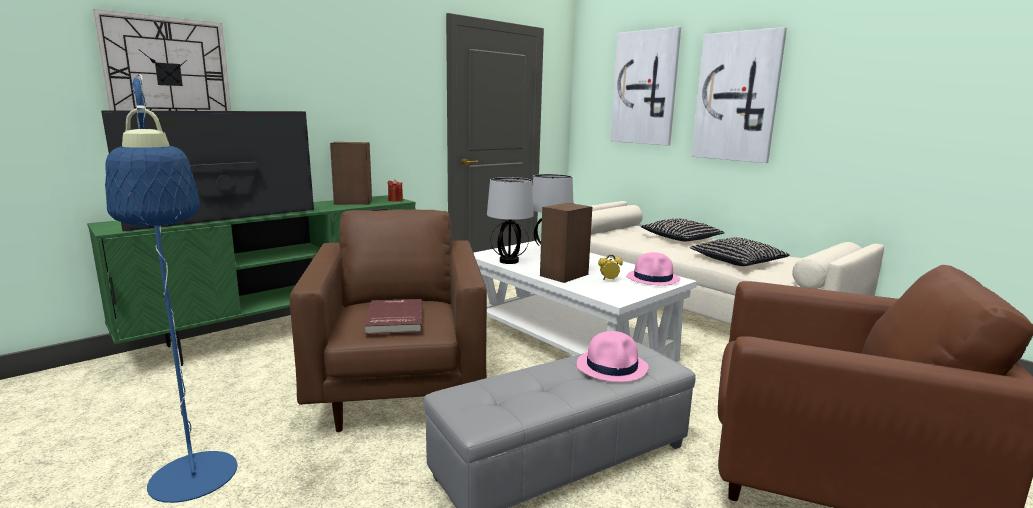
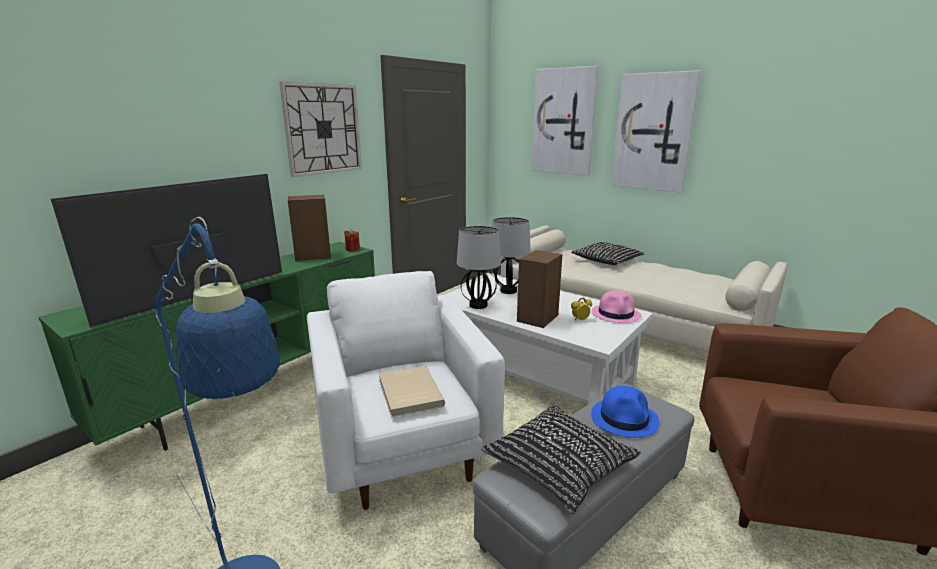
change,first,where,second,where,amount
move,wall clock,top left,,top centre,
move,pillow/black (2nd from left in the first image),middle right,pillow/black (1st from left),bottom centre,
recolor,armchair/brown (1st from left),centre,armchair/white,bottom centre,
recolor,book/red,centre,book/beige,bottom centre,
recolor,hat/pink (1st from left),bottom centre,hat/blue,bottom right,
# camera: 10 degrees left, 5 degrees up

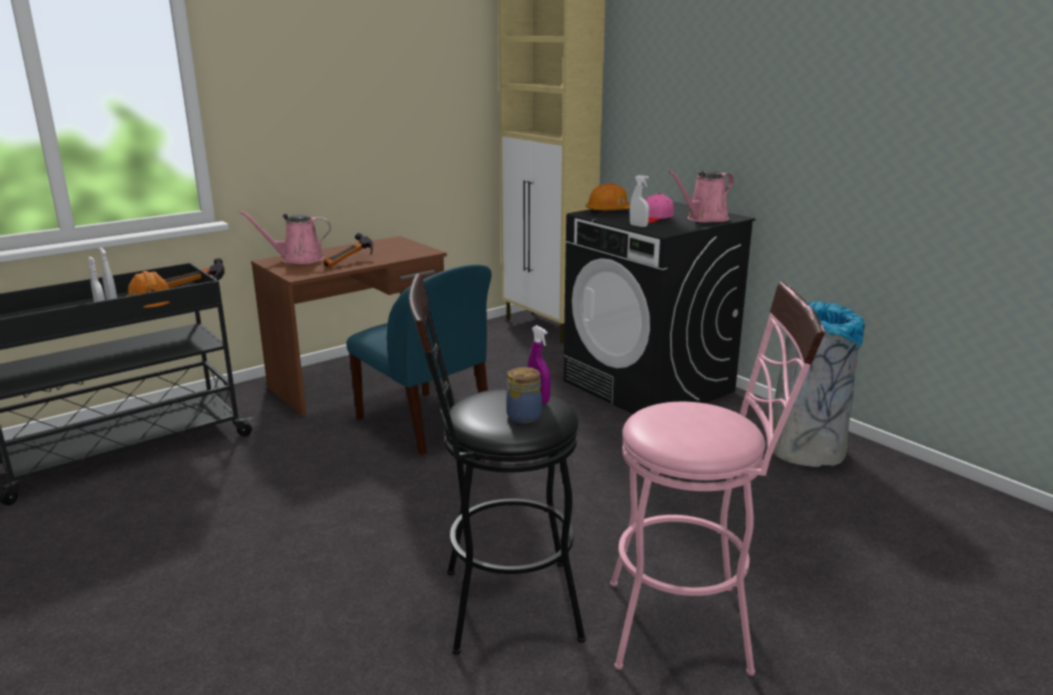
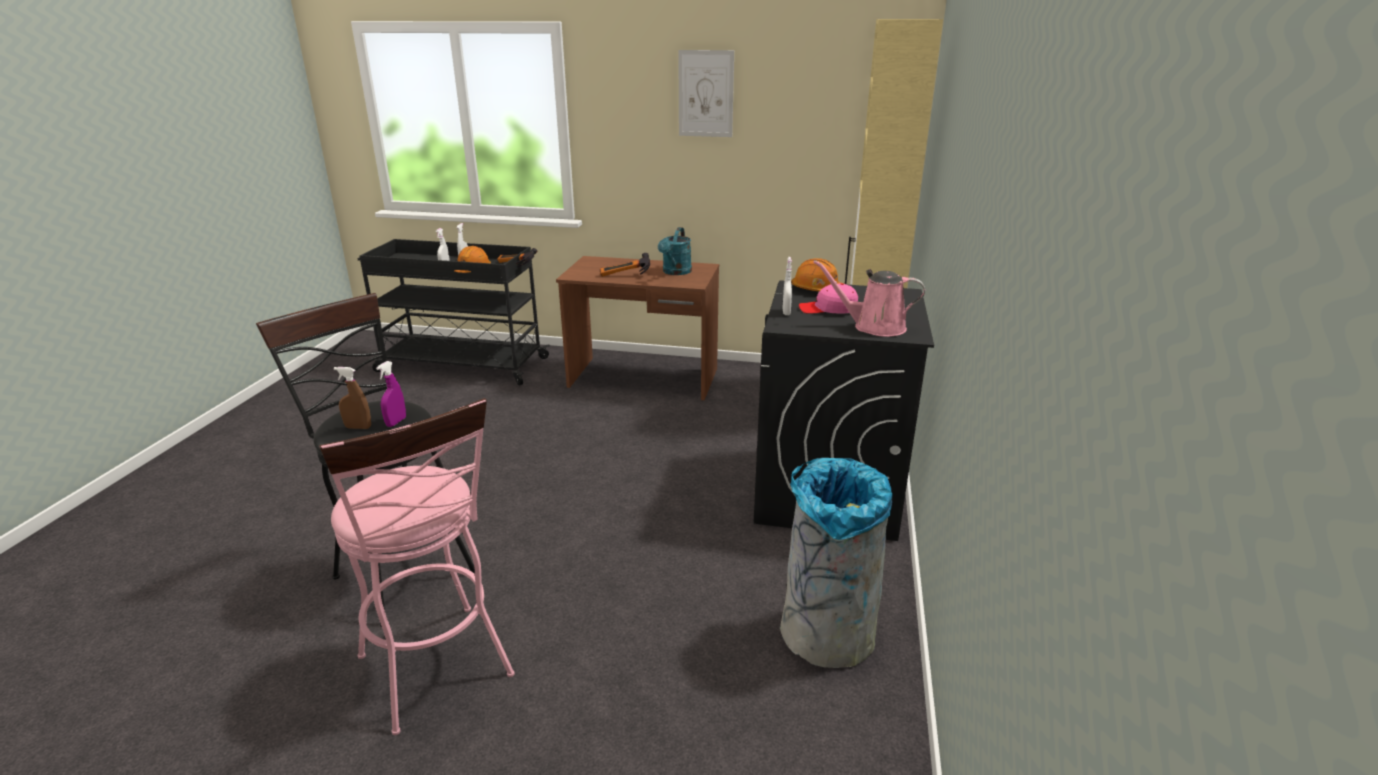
change,first,where,second,where,amount
delete,watering can/pink (1st from left),middle left,,,
delete,chair/blue,centre,,,
insert,,,watering can/turquoise,top centre,
insert,,,picture,top centre,
replace,jar,centre,spray bottle/brown,middle left,
# camera: 50 degrees right, 5 degrees up

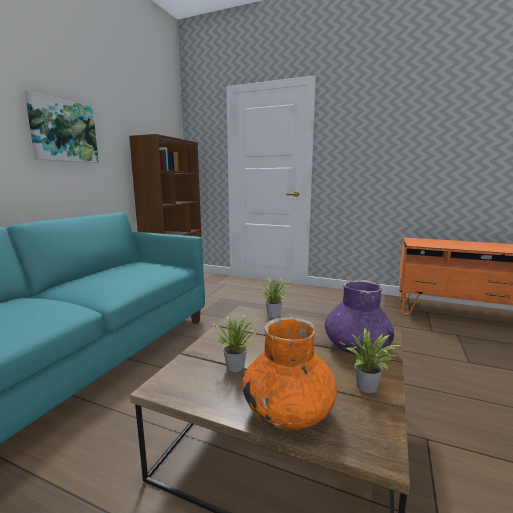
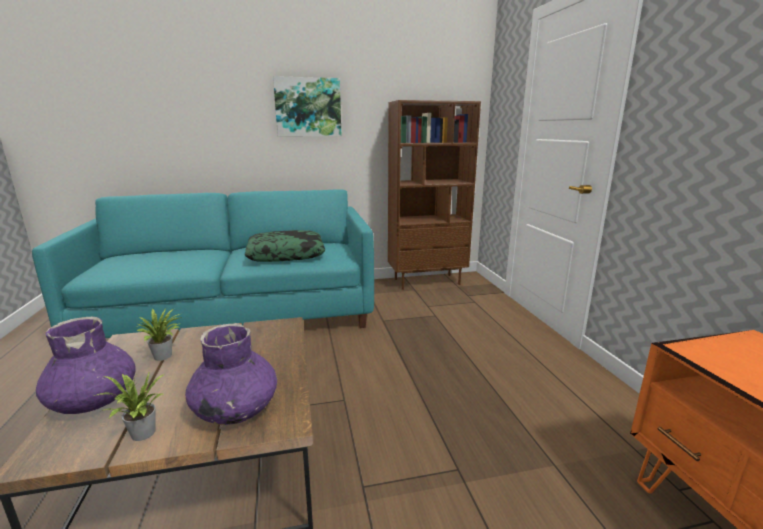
change,first,where,second,where,amount
delete,potted plant (2nd from left),centre,,,
insert,,,pillow,centre,
recolor,vase/orange,bottom centre,vase/purple (1st from left),bottom left,
# camera: 55 degrees right, 5 degrees up

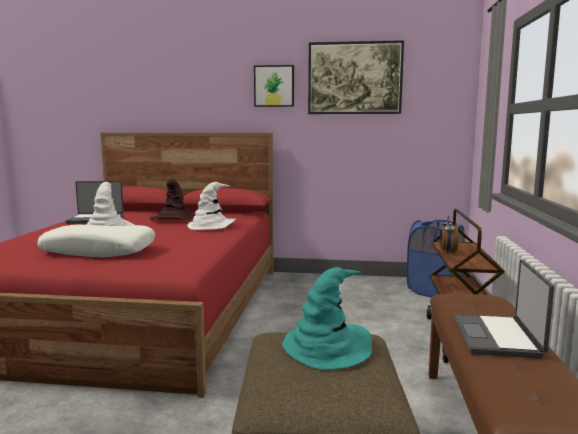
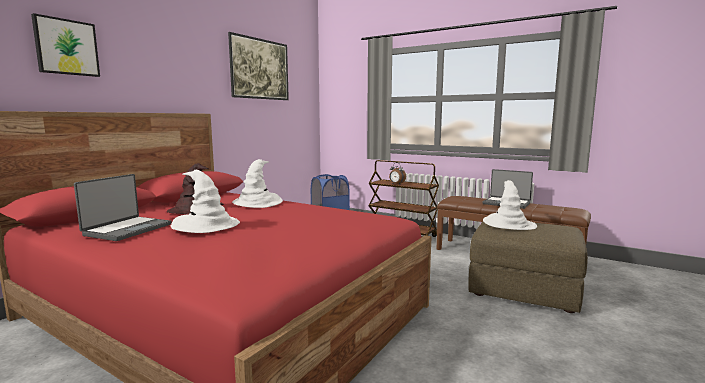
change,first,where,second,where,amount
delete,pillow/white,middle left,,,
move,picture (1st from left),top centre,,top left,
recolor,hat/turquoise,bottom centre,hat/white (3rd from left),middle right,
# camera: 65 degrees left, 0 degrees up

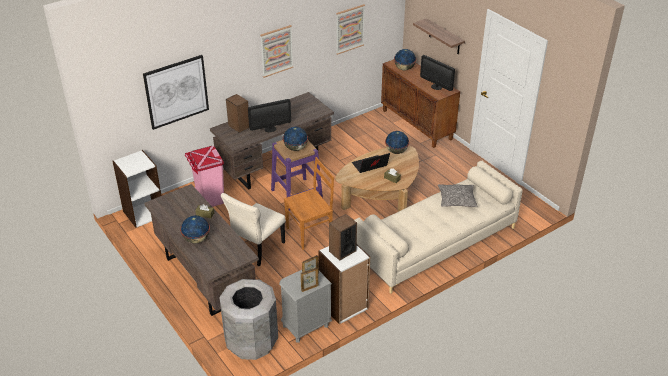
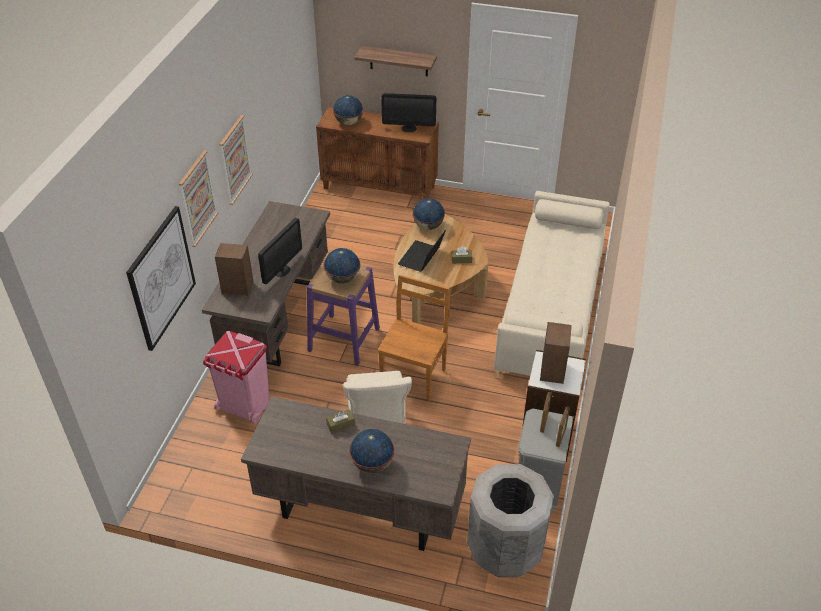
change,first,where,second,where,amount
delete,bookcase/white (1st from left),middle left,,,
delete,pillow,middle right,,,
move,picture (3rd from left in the first image),top centre,picture (2nd from left),top left,
# camera: 40 degrees left, 5 degrees up

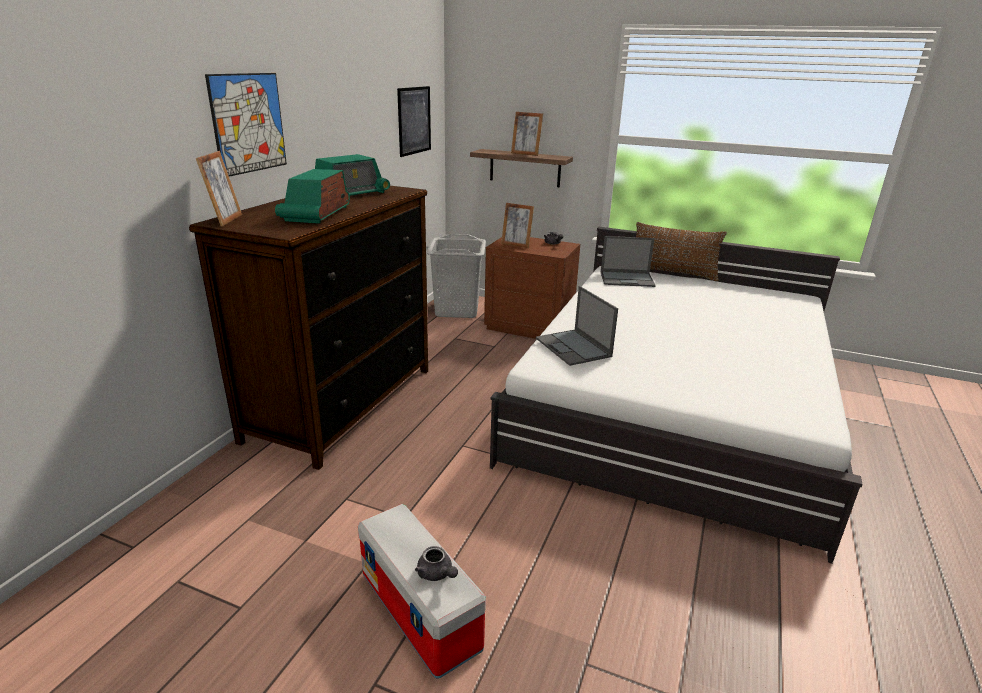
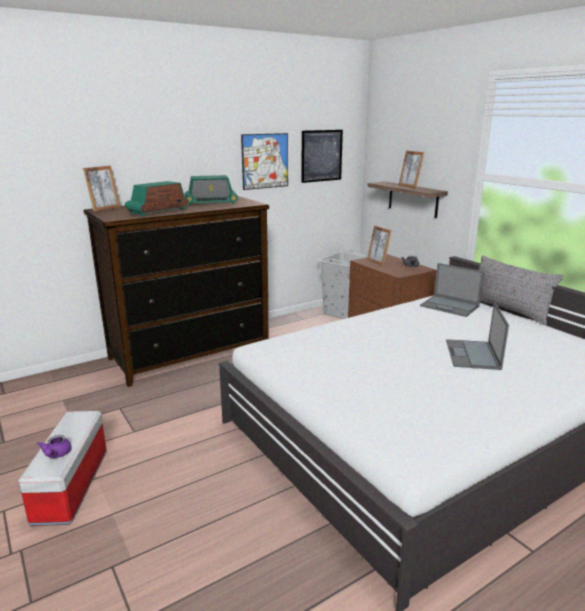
change,first,where,second,where,amount
move,picture (1st from left),top left,,top centre,
move,laptop (1st from left in the first image),centre,laptop (2nd from left),middle right,
recolor,teapot/grey (1st from left),bottom centre,teapot/purple,bottom left,
recolor,pillow/brown,middle right,pillow/grey,middle right,
# camera: 35 degrees right, 5 degrees down

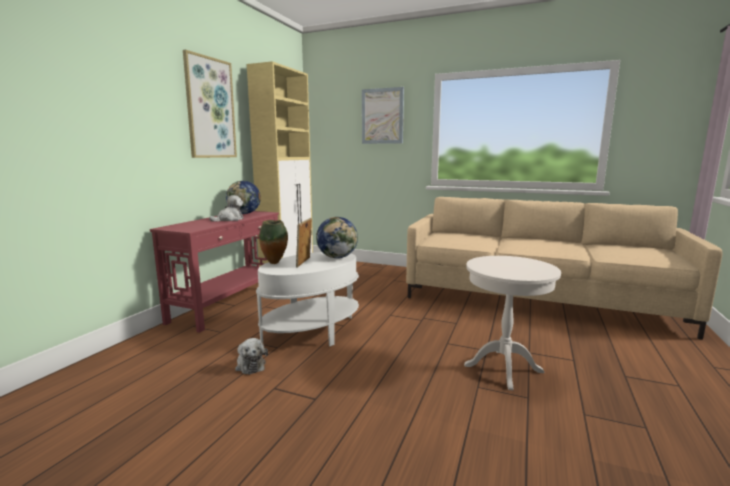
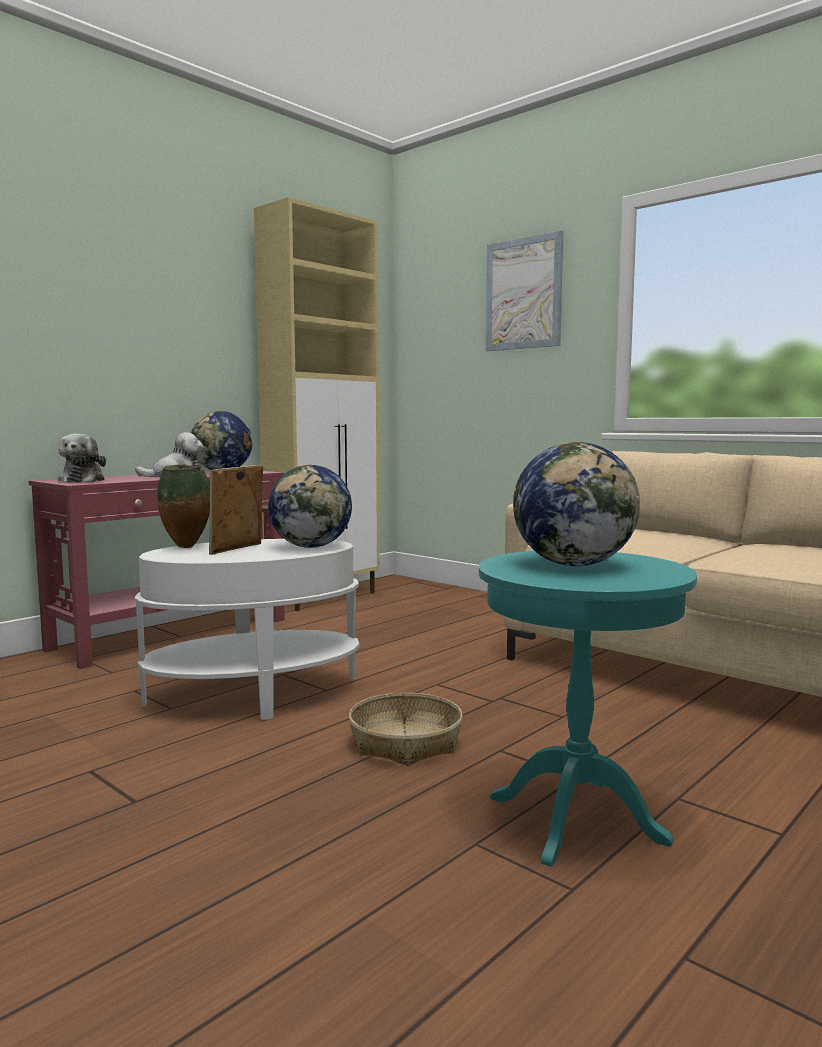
change,first,where,second,where,amount
delete,picture (1st from left),top left,,,
insert,,,basket,bottom centre,
insert,,,globe (3rd from left),middle right,
move,plush toy (2nd from left in the first image),bottom centre,plush toy (1st from left),middle left,
recolor,side table/white (2nd from left),middle right,side table/turquoise,bottom right,
# camera: 20 degrees right, 5 degrees down

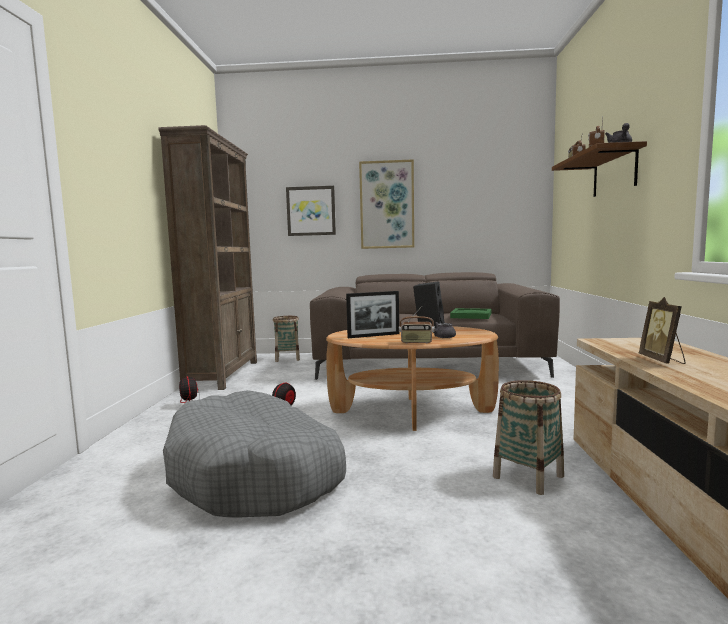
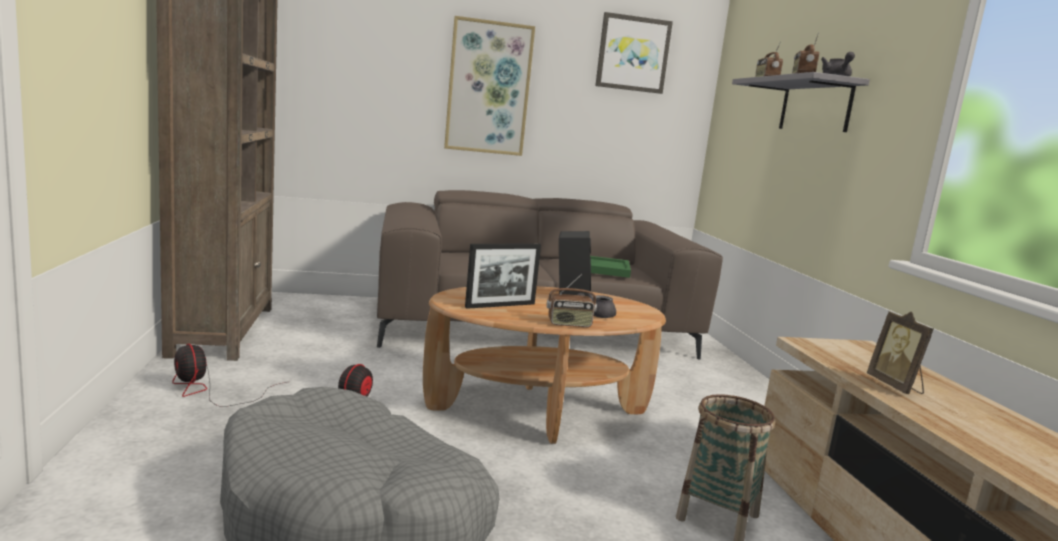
change,first,where,second,where,amount
delete,basket (1st from left),centre,,,
move,picture (1st from left in the first image),centre,picture (2nd from left),top centre,
recolor,shelf/brown,top right,shelf/grey,top right,
# camera: 15 degrees left, 5 degrees up

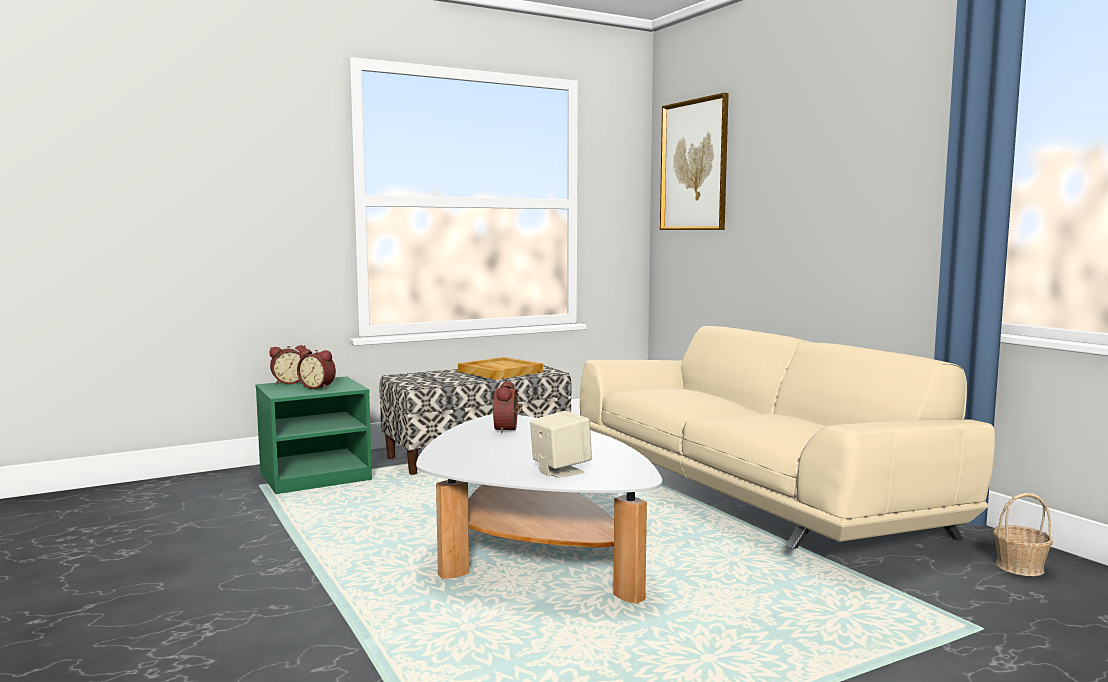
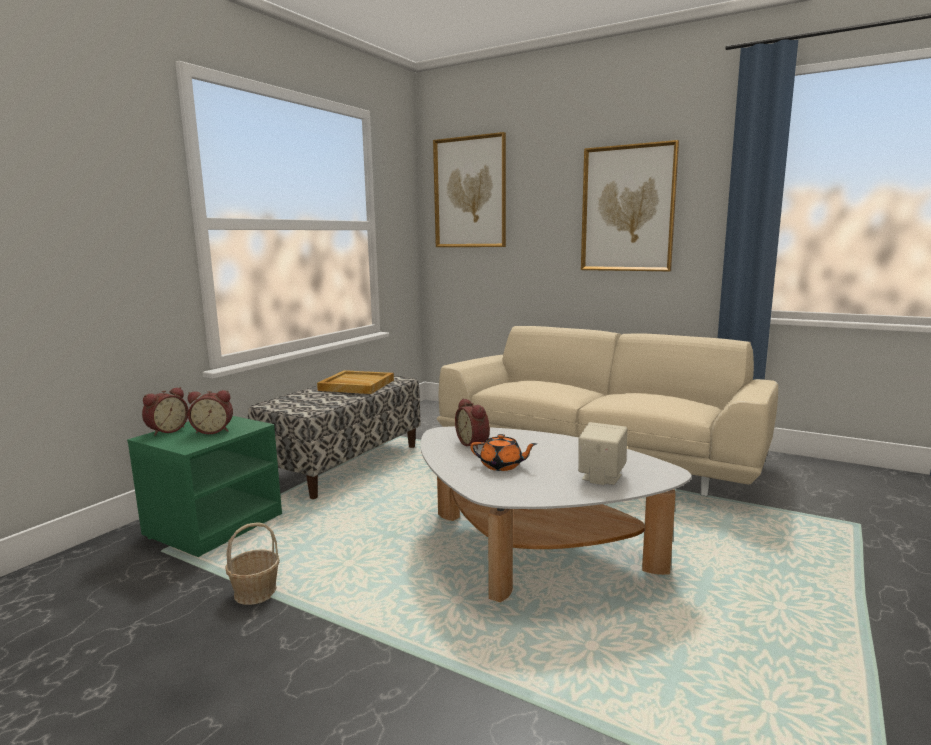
change,first,where,second,where,amount
insert,,,teapot/orange,centre,
insert,,,picture (2nd from left),top right,
move,basket,bottom right,,bottom left,
# camera: 30 degrees left, 5 degrees up

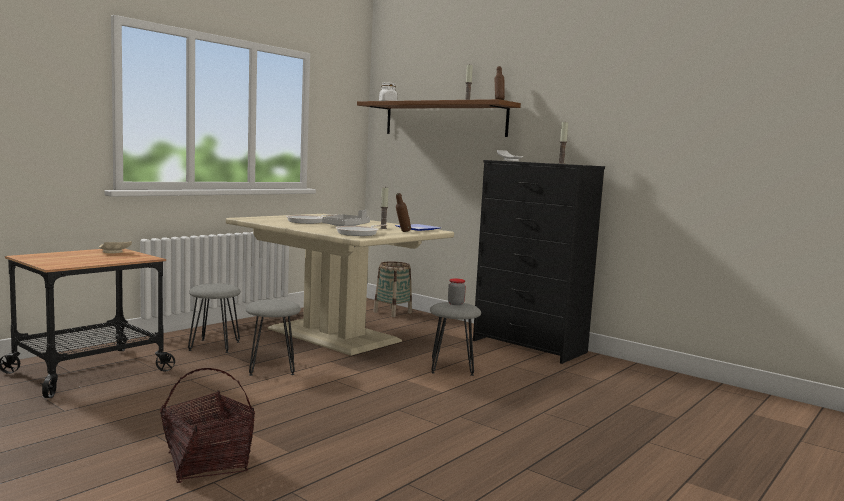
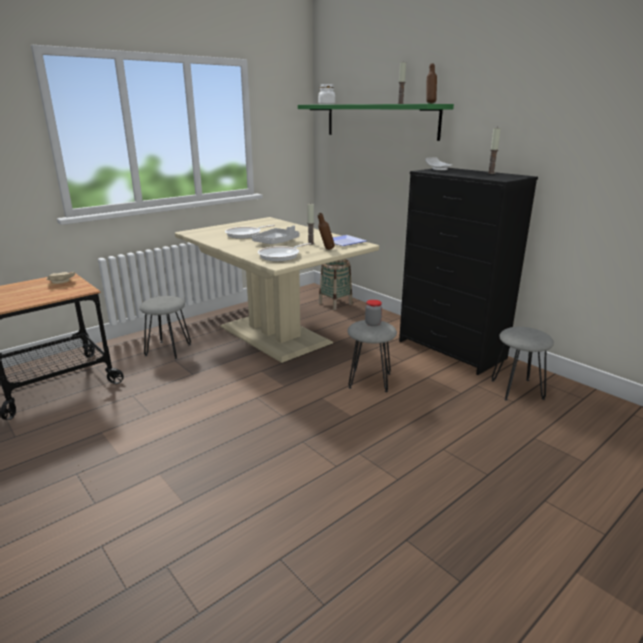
change,first,where,second,where,amount
delete,basket (1st from left),bottom left,,,
move,stool/grey (2nd from left in the first image),bottom left,stool/grey (3rd from left),middle right,
recolor,shelf/brown,top centre,shelf/green,top centre,
# camera: 10 degrees right, 15 degrees up

